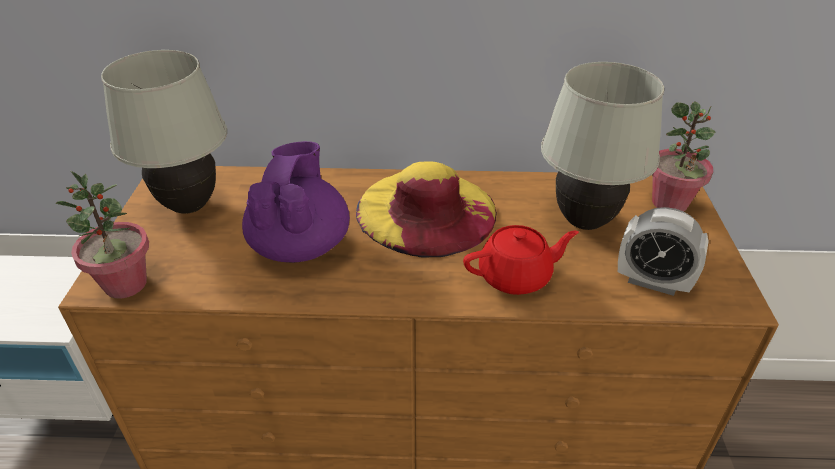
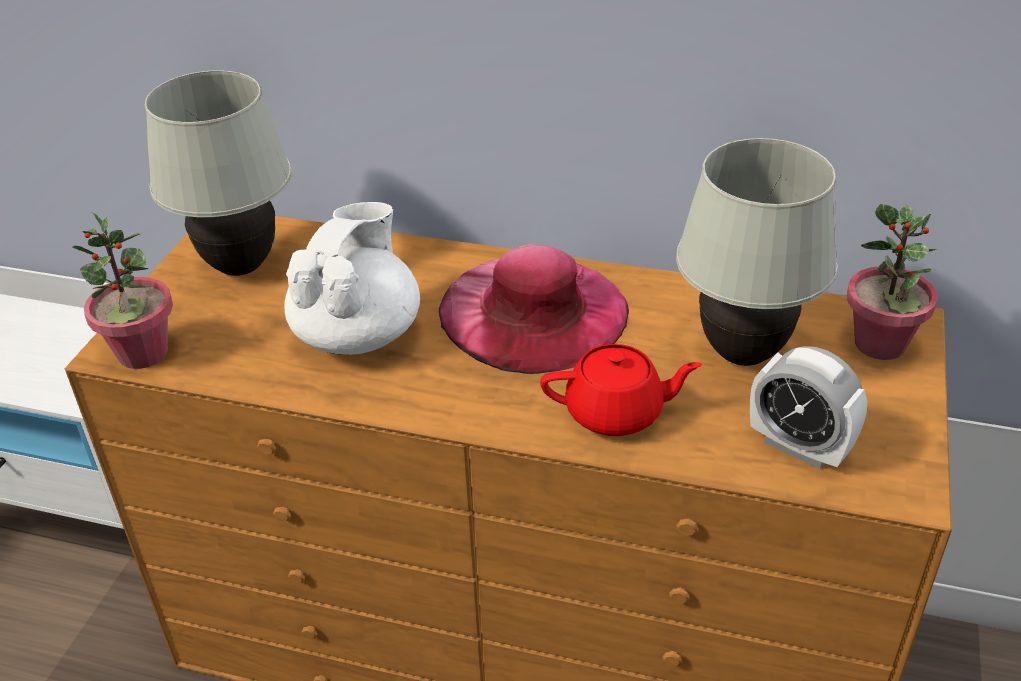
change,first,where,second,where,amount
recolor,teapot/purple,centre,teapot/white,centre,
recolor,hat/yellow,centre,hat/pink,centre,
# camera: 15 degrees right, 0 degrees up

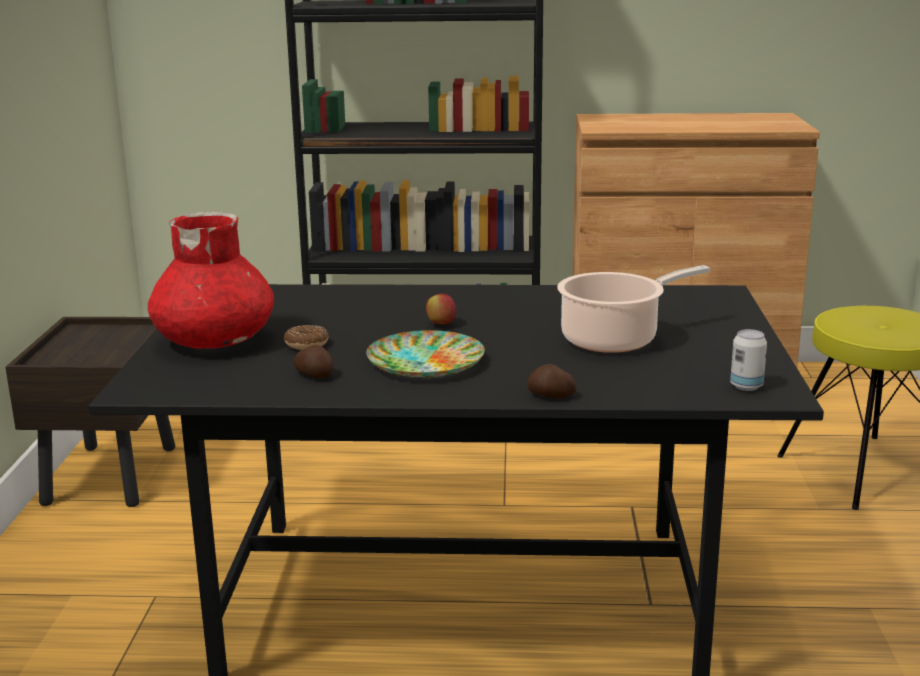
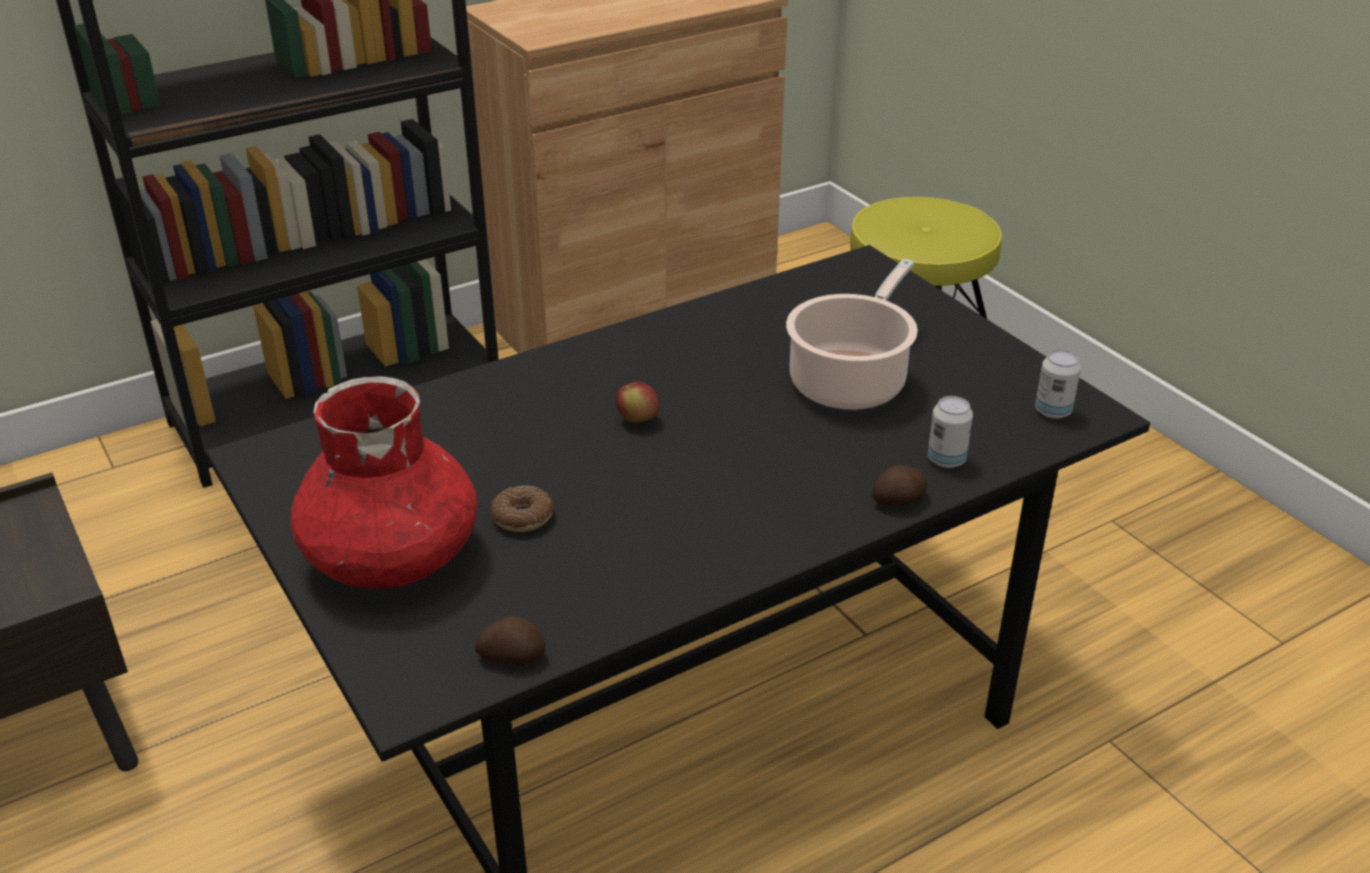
change,first,where,second,where,amount
delete,plate,centre,,,
insert,,,can (1st from left),middle right,
move,potato (1st from left),centre,,bottom centre,
# camera: 35 degrees left, 15 degrees up

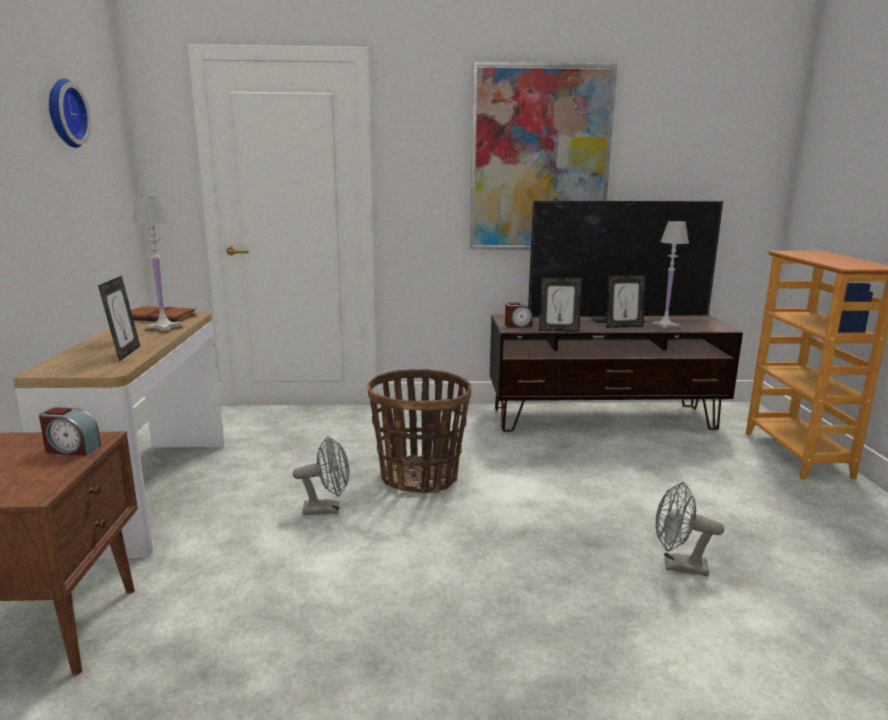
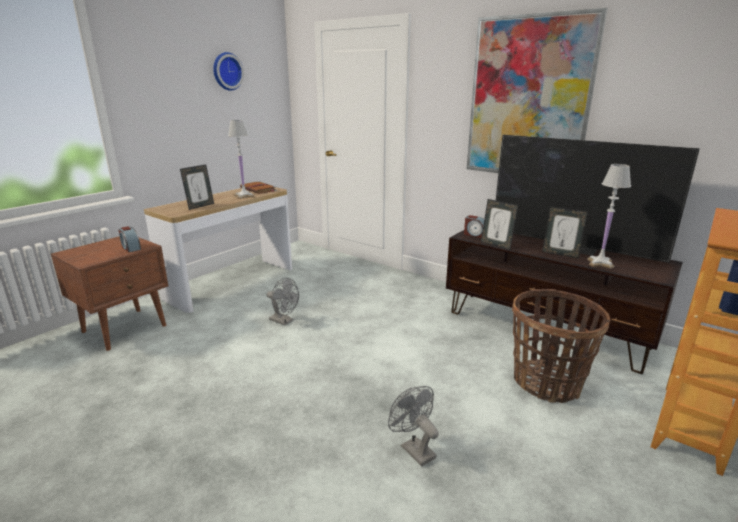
change,first,where,second,where,amount
move,basket,centre,,middle right,
# camera: 40 degrees right, 5 degrees up

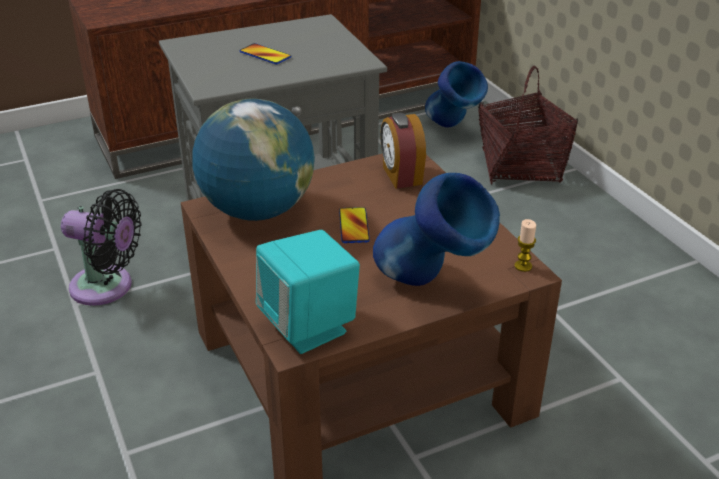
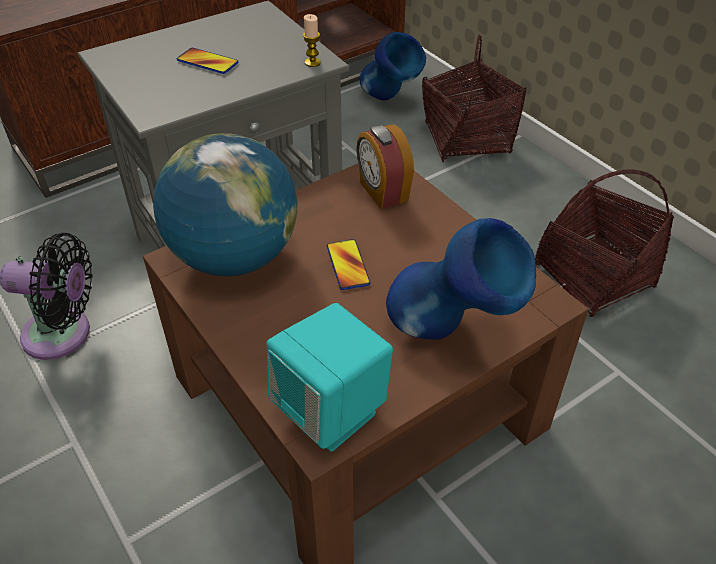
change,first,where,second,where,amount
insert,,,basket (2nd from left),middle right,
move,candle,middle right,,top centre,
# camera: 10 degrees left, 10 degrees up

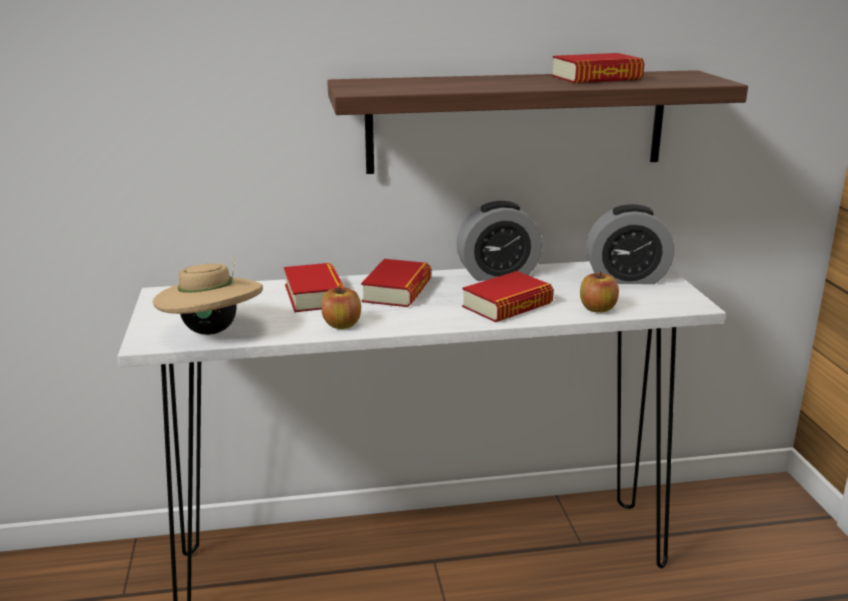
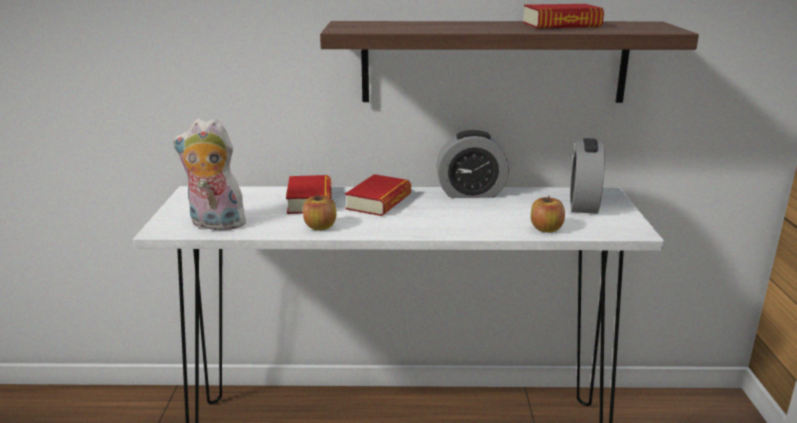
change,first,where,second,where,amount
delete,book (3rd from left),centre,,,
replace,hat/beige,middle left,plush toy,middle left,
rotate,alarm clock (2nd from left),middle right,,middle right,90 degrees clockwise
# camera: 10 degrees right, 0 degrees up

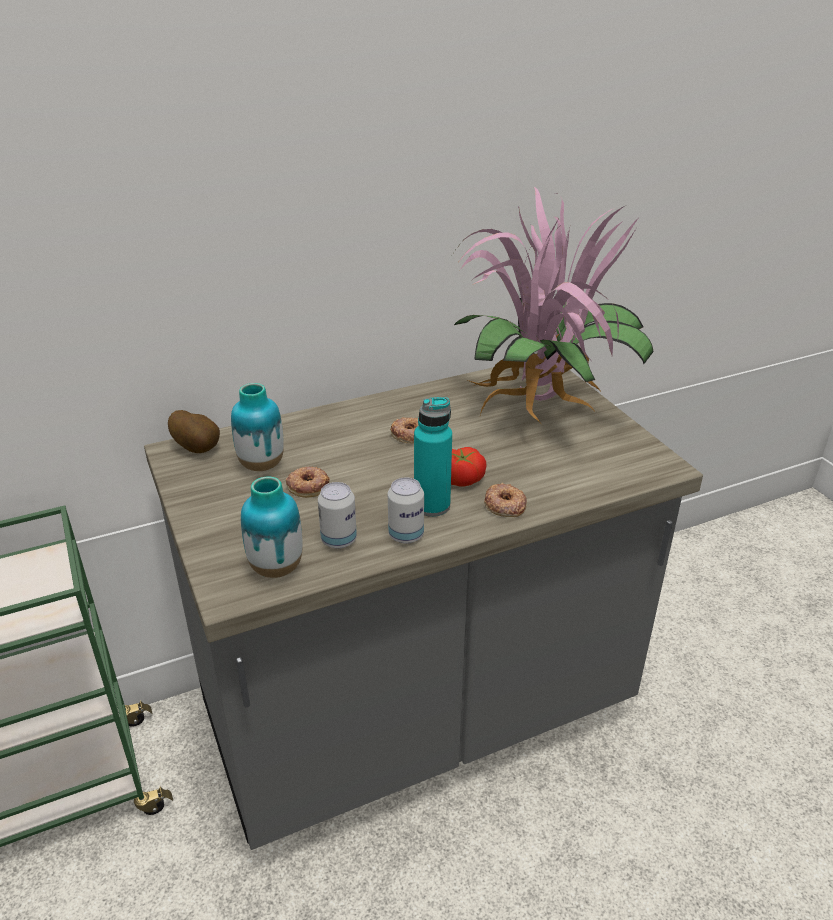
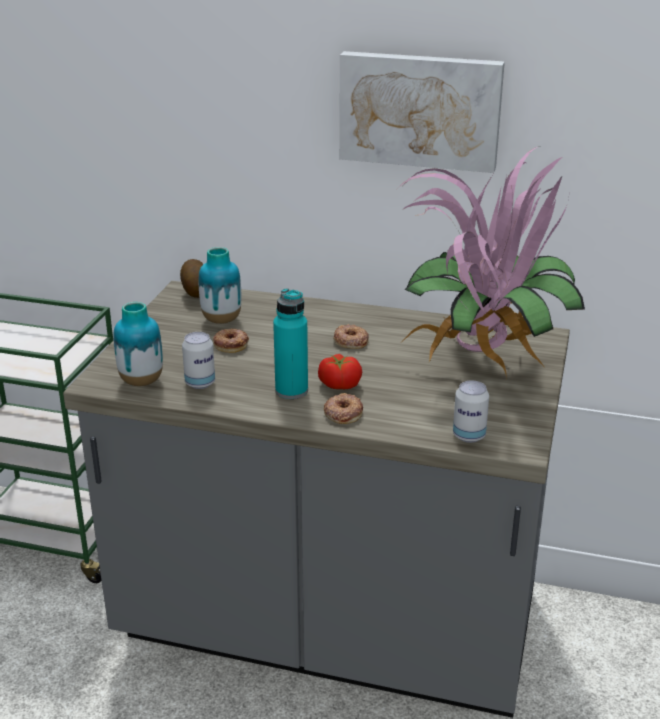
change,first,where,second,where,amount
insert,,,picture,top centre,
move,can (2nd from left),centre,,middle right,
# camera: 40 degrees right, 5 degrees down

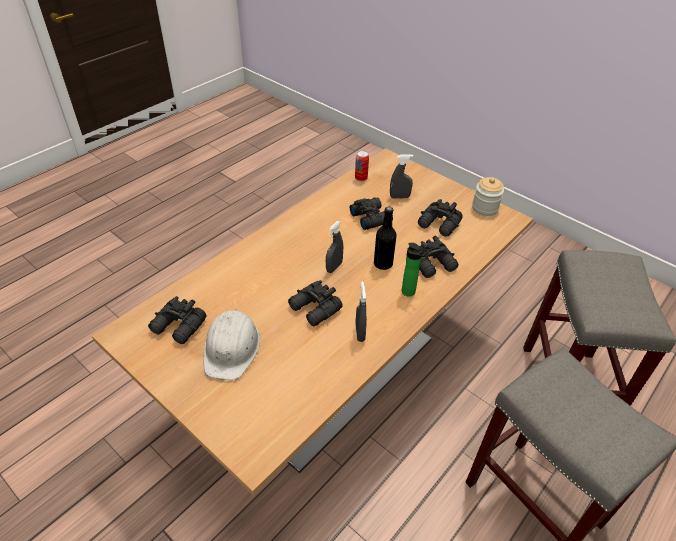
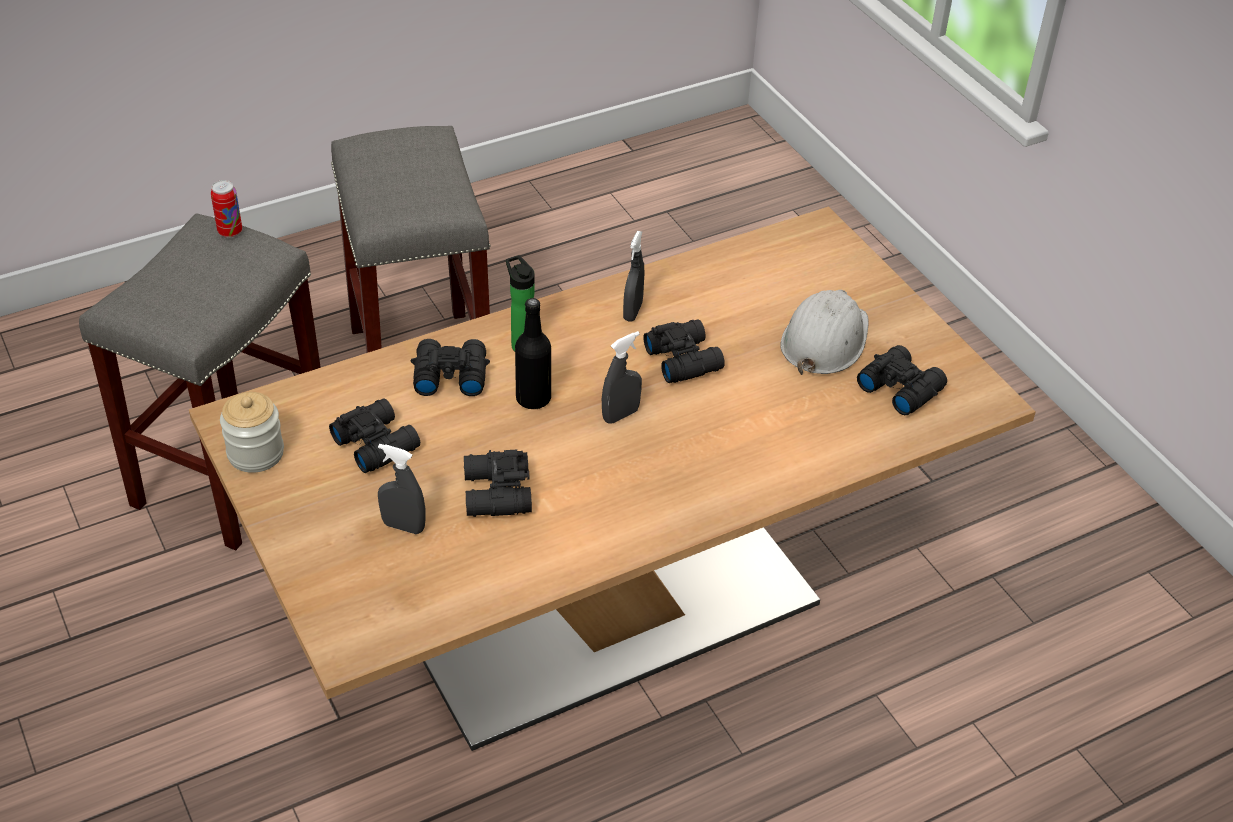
change,first,where,second,where,amount
move,can,top centre,,top left,
# camera: 160 degrees left, 0 degrees up

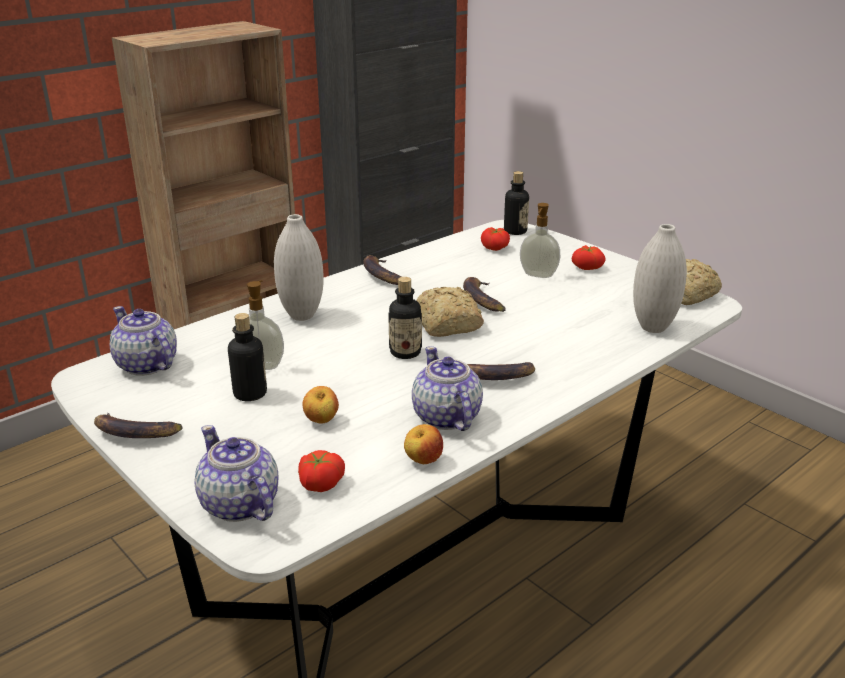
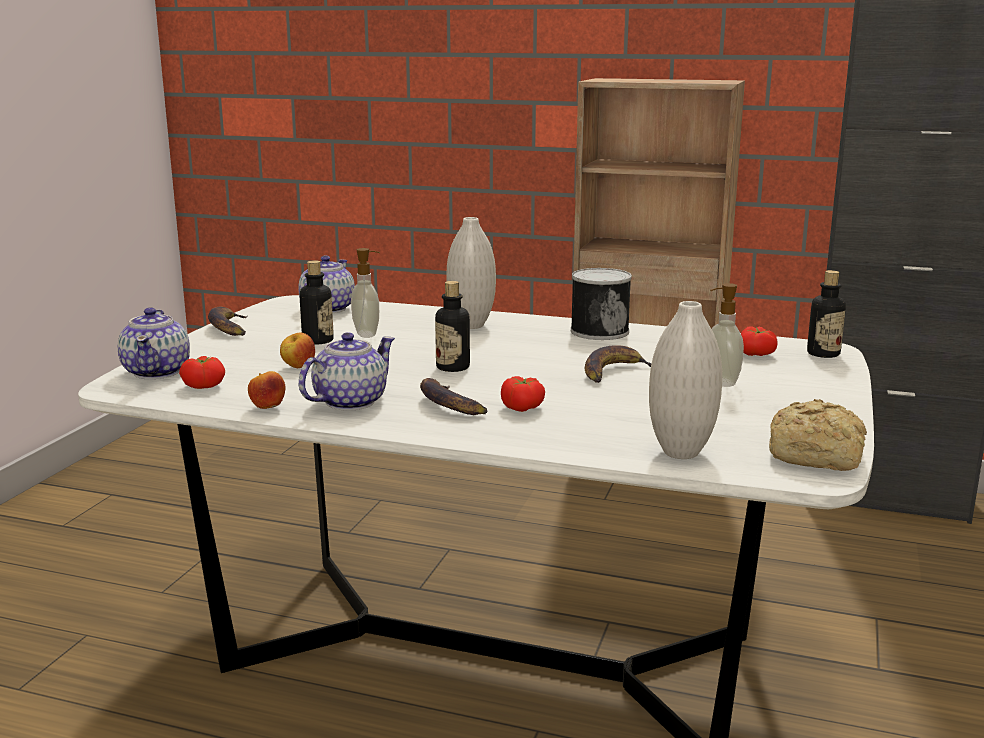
change,first,where,second,where,amount
delete,bread (1st from left),centre,,,
move,tomato (3rd from left in the first image),middle right,tomato (2nd from left),centre,
replace,banana (2nd from left),centre,can,centre,
rotate,teapot (2nd from left in the first image),bottom left,teapot (1st from left),middle left,150 degrees clockwise
# camera: 60 degrees right, 10 degrees down

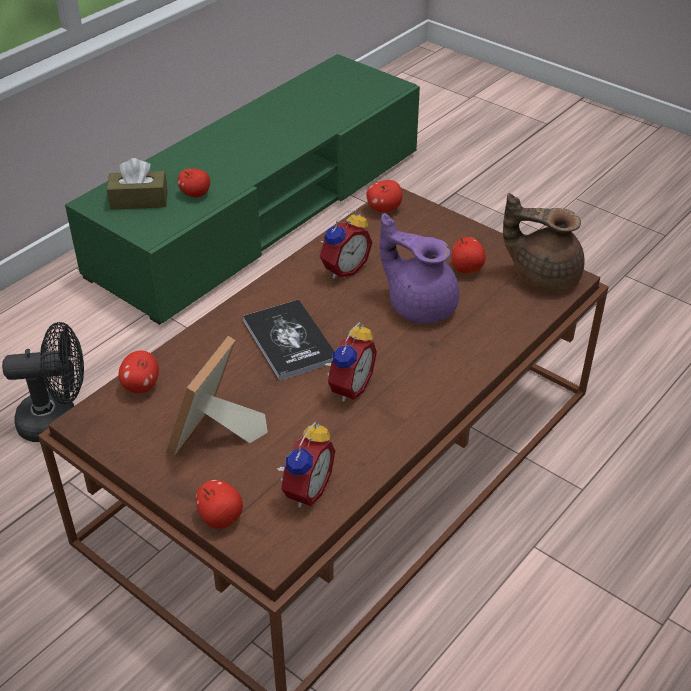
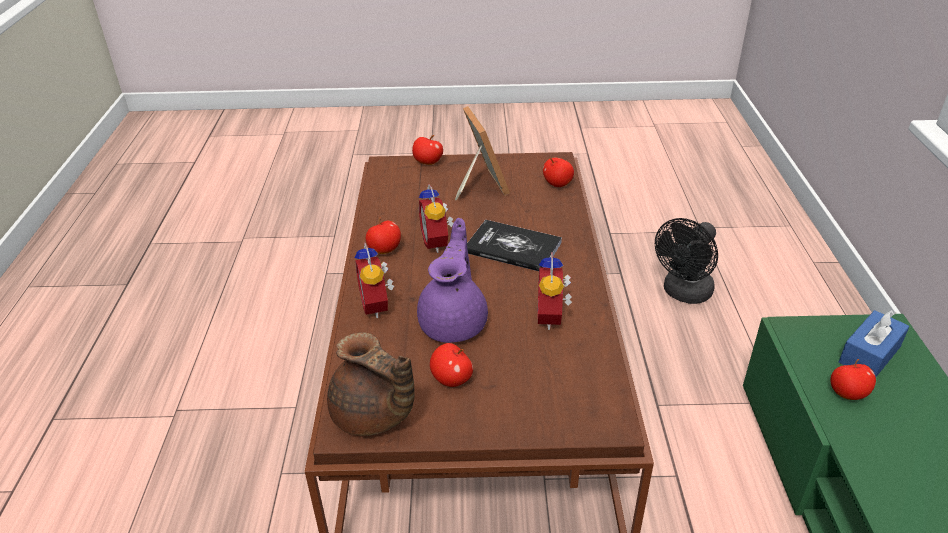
change,first,where,second,where,amount
move,alarm clock (1st from left),bottom centre,,centre,
move,apple (4th from left in the first image),top centre,apple (1st from left),centre,
recolor,tissue box/brown,top left,tissue box/blue,middle right,
rotate,teapot/purple,centre,,centre,75 degrees counterclockwise
rotate,teapot/brown,middle right,,bottom centre,60 degrees clockwise
# camera: 140 degrees right, 5 degrees down

